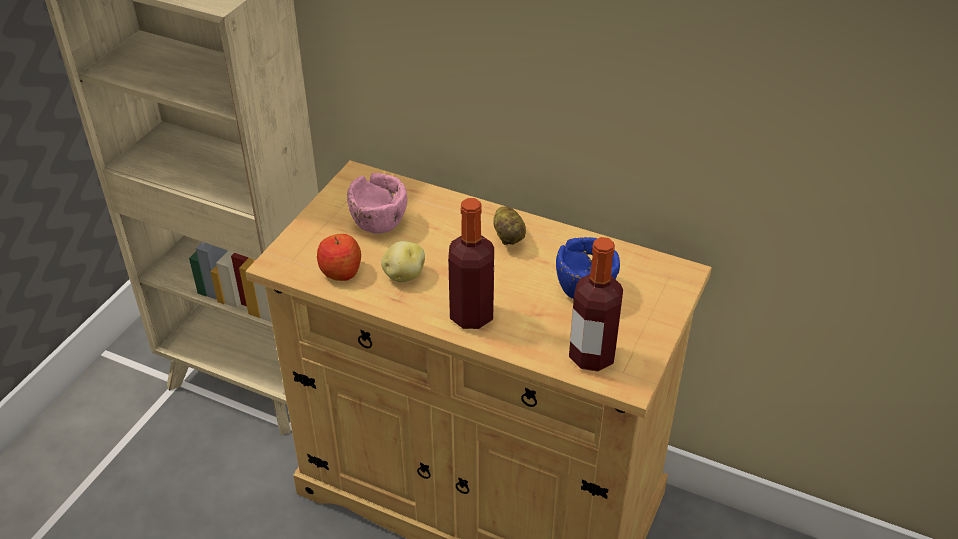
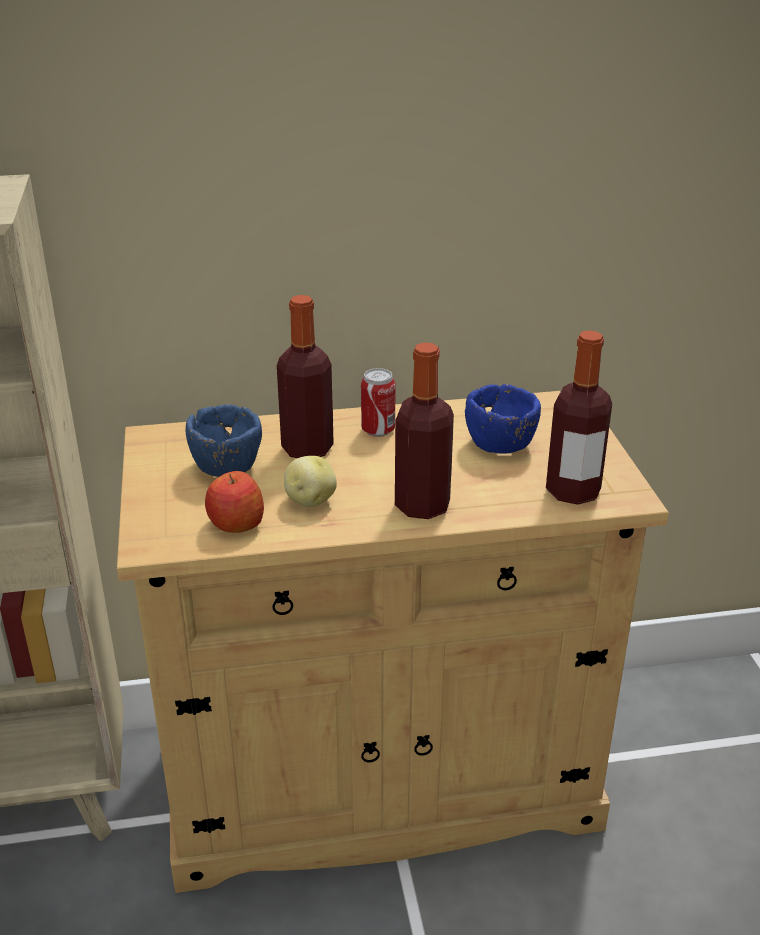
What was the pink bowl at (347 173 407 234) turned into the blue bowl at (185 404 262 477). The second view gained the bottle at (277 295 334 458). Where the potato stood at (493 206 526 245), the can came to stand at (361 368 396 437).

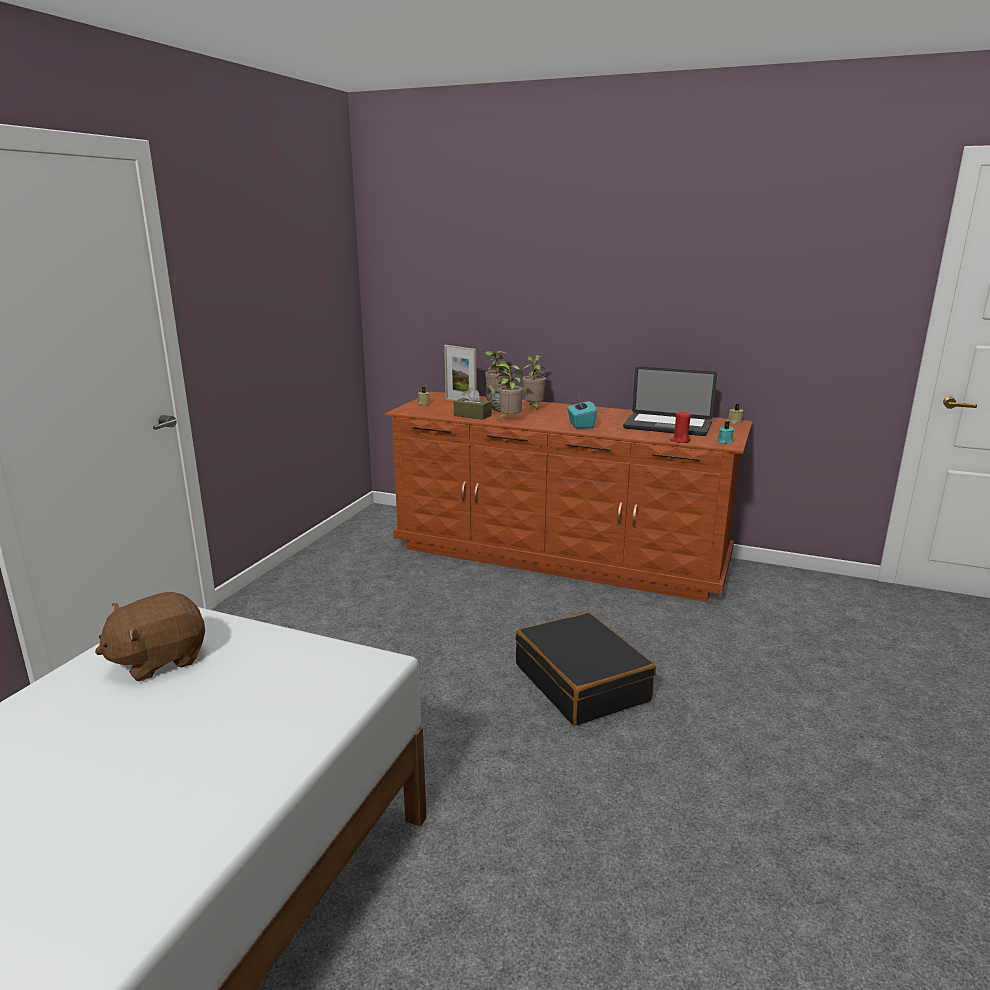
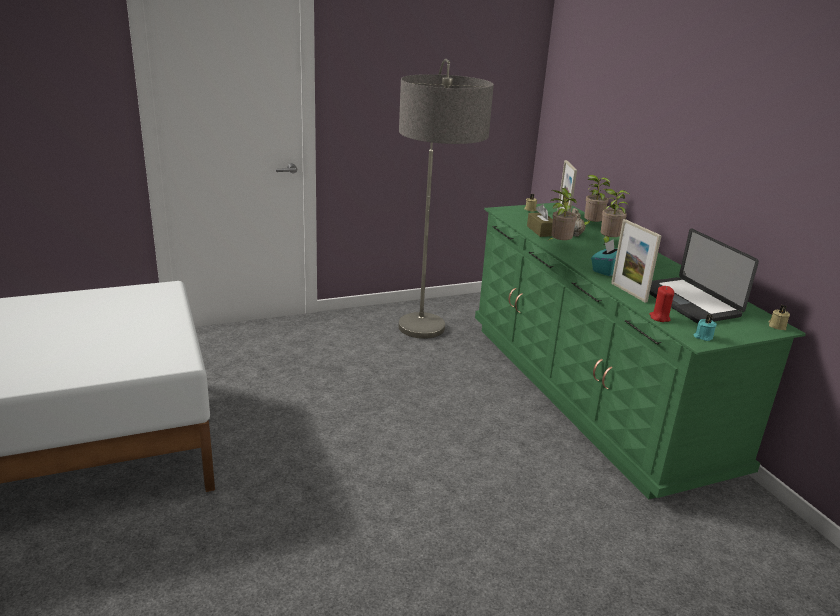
The second view gained the floor lamp at (399 59 494 339). What was the brown dresser at (385 392 753 602) turned into the green dresser at (475 202 806 500). The second view gained the picture frame at (611 219 662 303). The second view lost the brown plush toy at (95 592 205 681). The second view lost the black suitcase at (515 612 656 725).

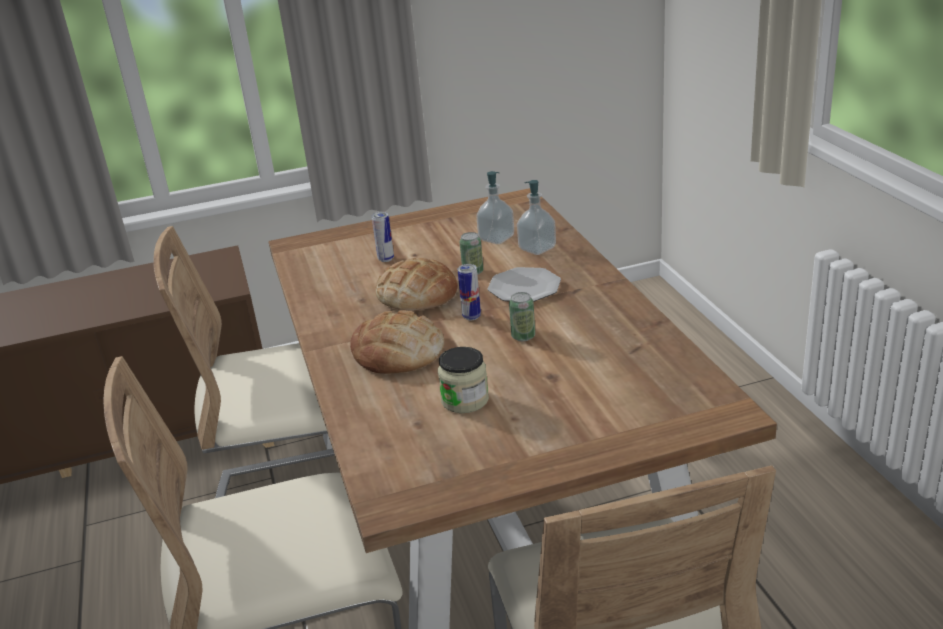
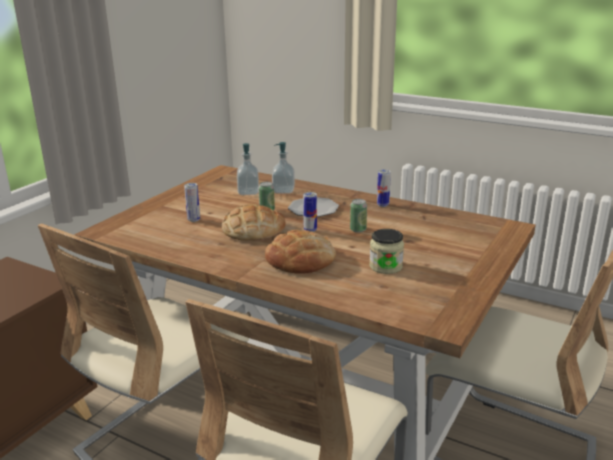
The second view gained the can at (377 169 391 207).

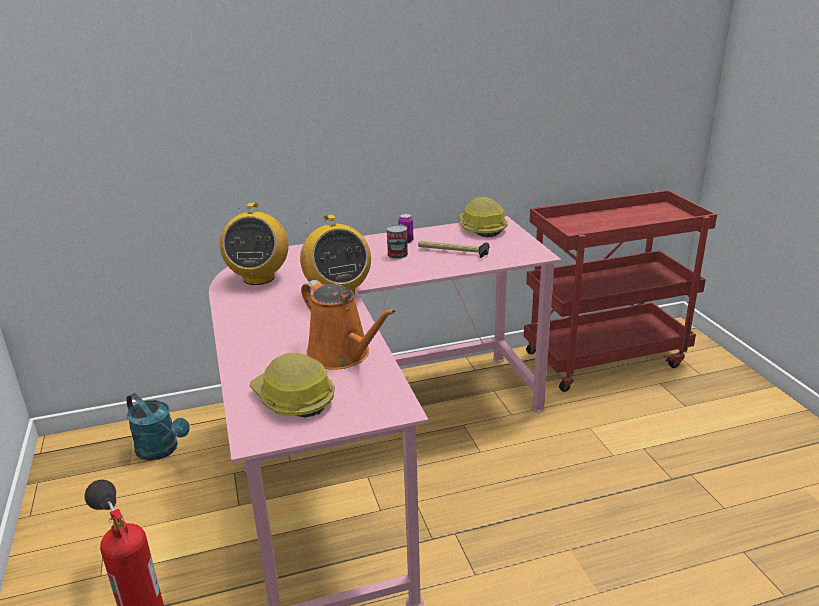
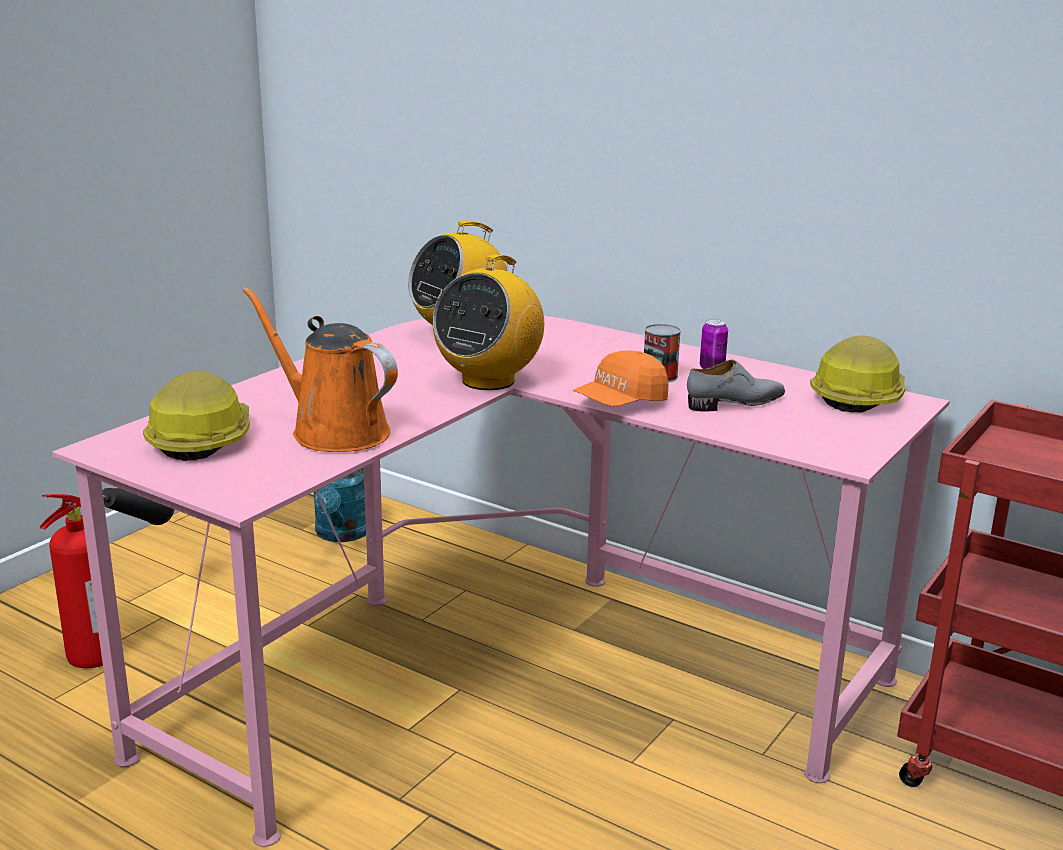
The orange watering can at (301 280 396 370) ended up facing another way, 120 degrees clockwise from before. The second view gained the orange cap at (573 351 669 407). Where the hammer stood at (418 241 490 258), the grey shoe came to stand at (687 360 785 411).

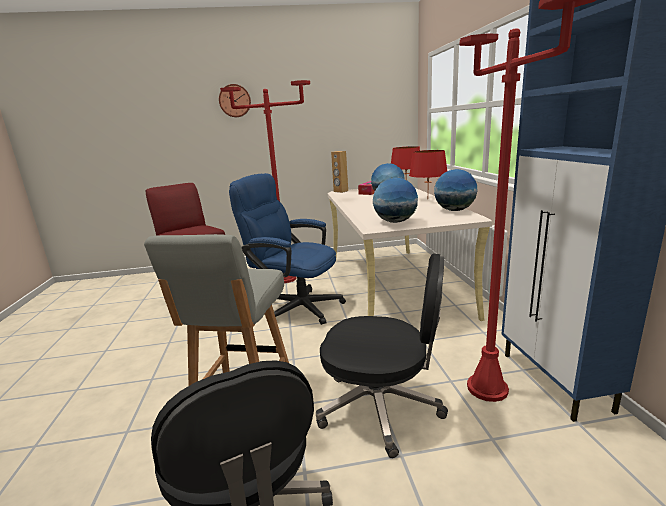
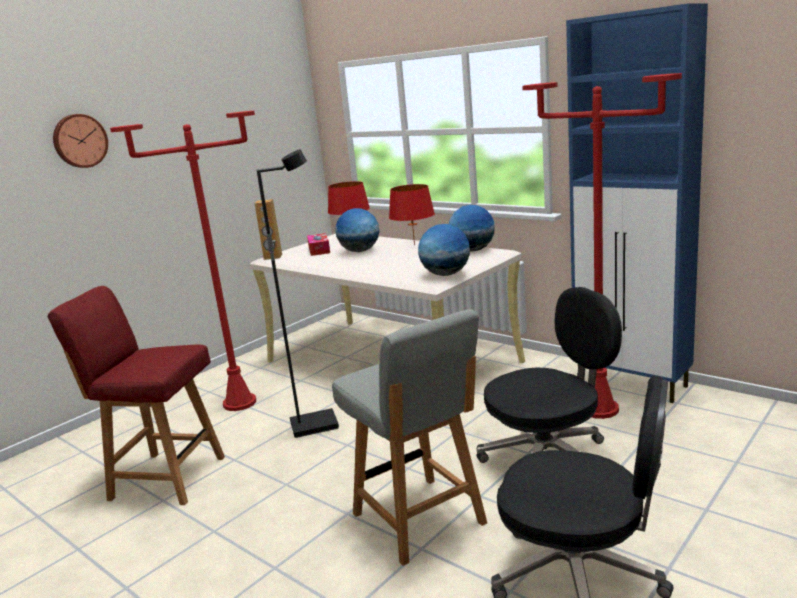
Where the blue office chair stood at (229 173 346 325), the black floor lamp came to stand at (257 149 339 438).

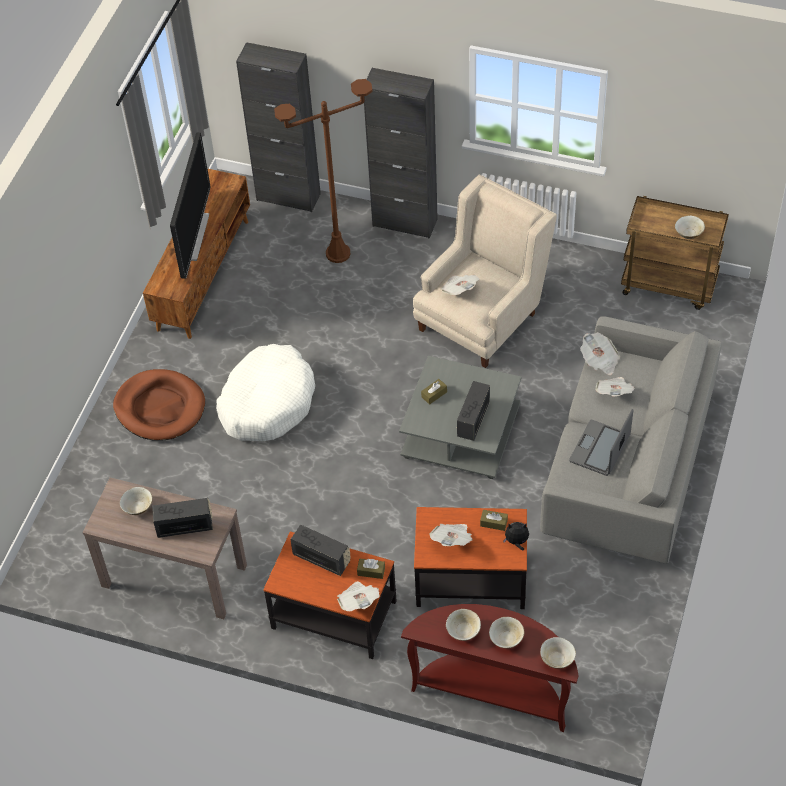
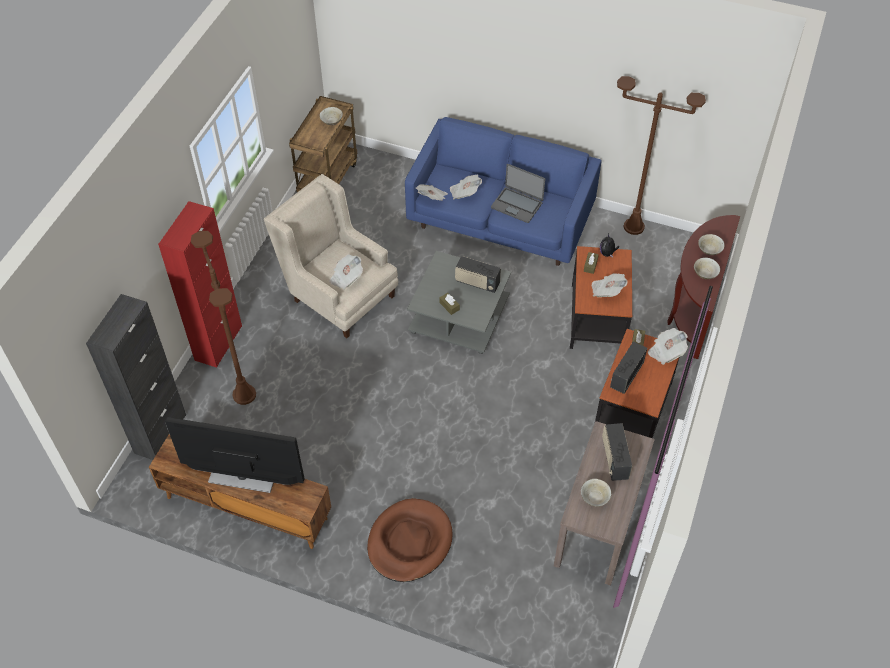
What was the black cabinet at (364 68 438 239) turned into the red cabinet at (158 201 242 368). What was the grey sofa at (540 316 722 564) turned into the blue sofa at (405 117 602 266). The second view gained the brown floor lamp at (617 76 706 235). The second view lost the white dog bed at (216 344 315 441). The second view lost the beige bowl at (540 637 576 669).

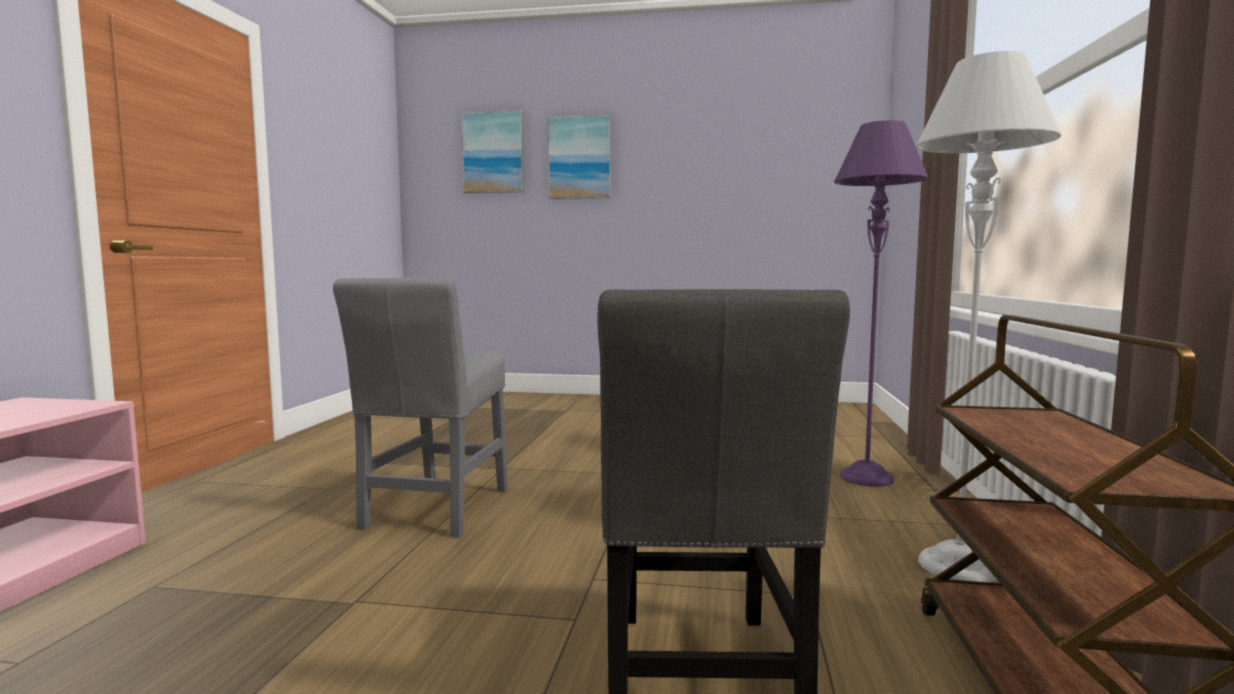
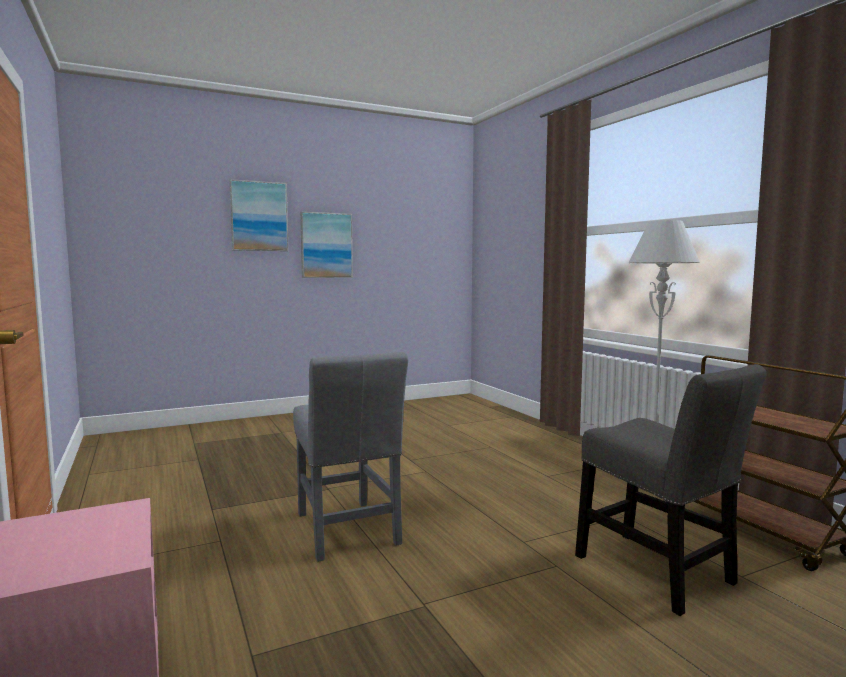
The picture ended up elsewhere, having gone from (461 110 525 193) to (300 212 353 278). The second view lost the purple floor lamp at (834 120 928 487).

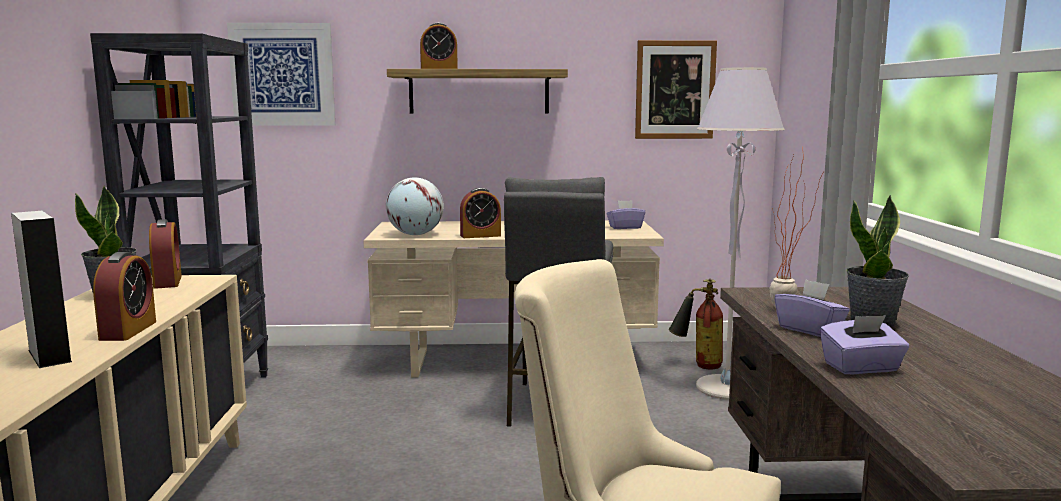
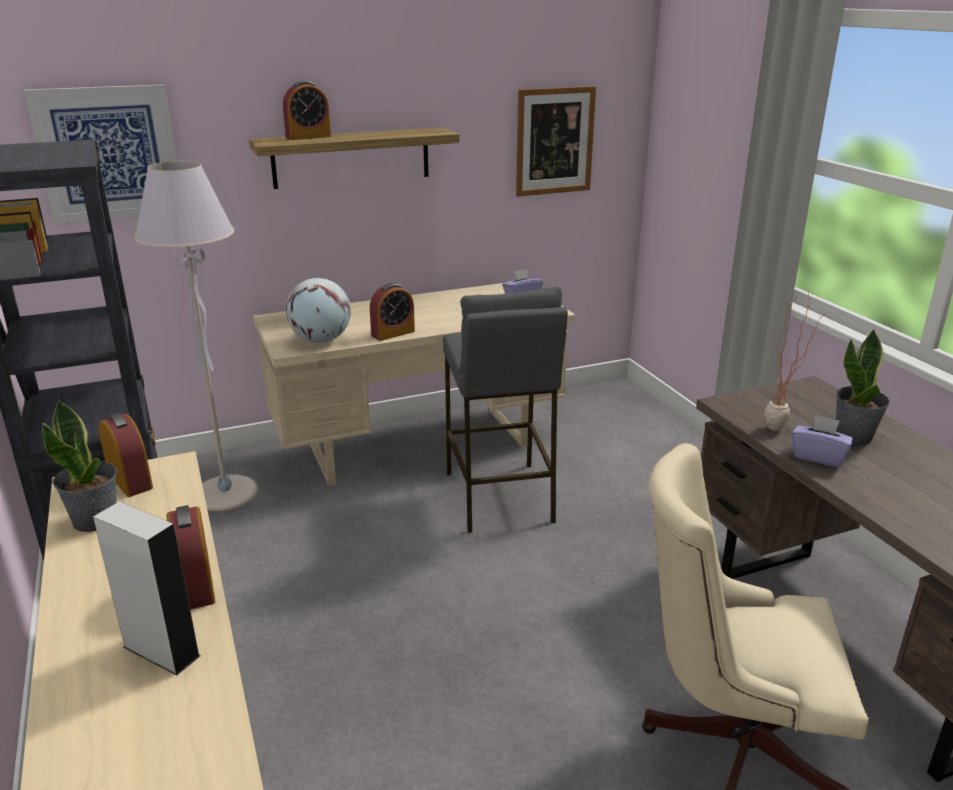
The grey floor lamp ended up elsewhere, having gone from (696 67 785 400) to (134 161 258 511). The second view lost the fire extinguisher at (669 279 723 370). The second view lost the purple tissue box at (820 315 909 374).

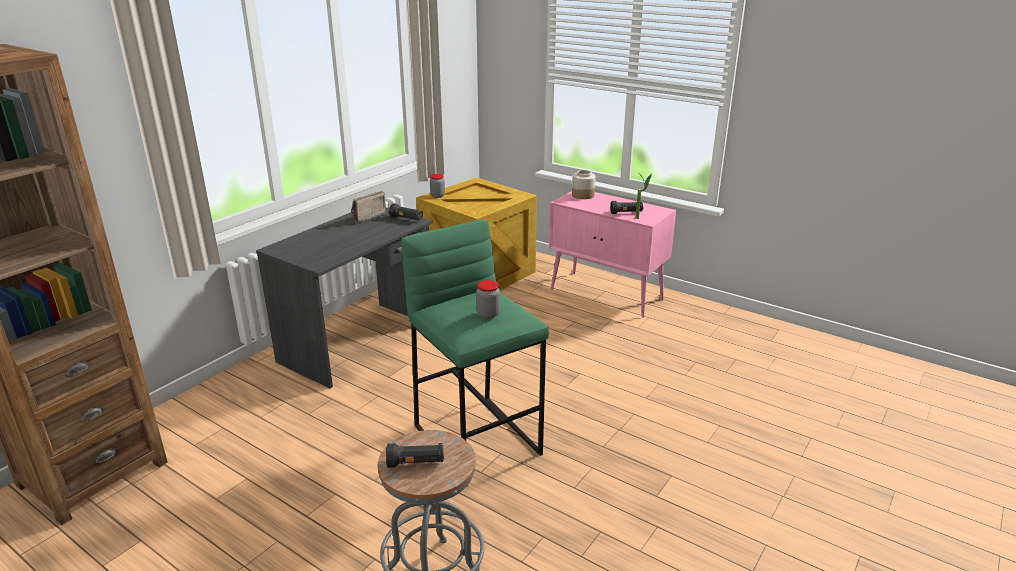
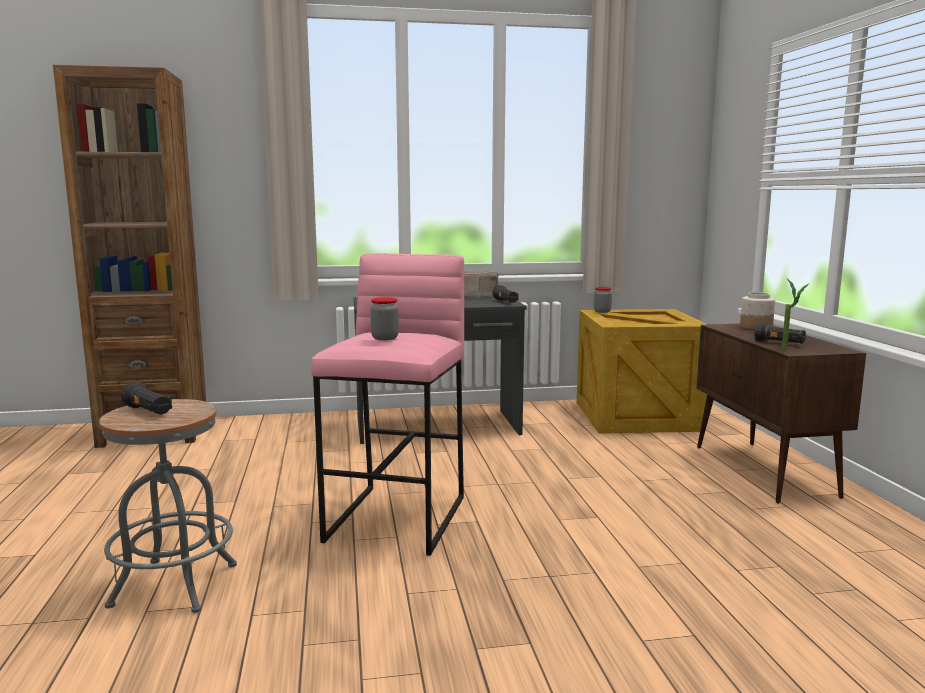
What was the green stool at (401 220 550 487) turned into the pink stool at (311 253 464 556). What was the pink cabinet at (549 191 676 318) turned into the brown cabinet at (697 324 866 504).

